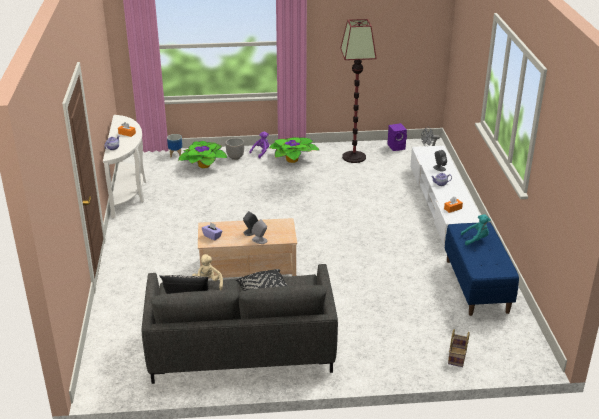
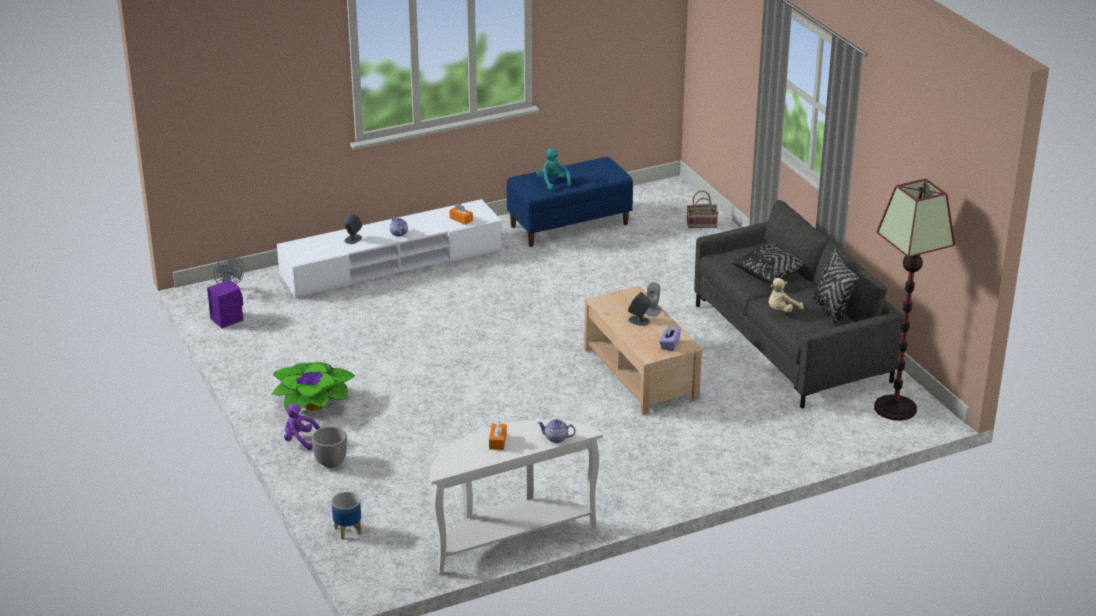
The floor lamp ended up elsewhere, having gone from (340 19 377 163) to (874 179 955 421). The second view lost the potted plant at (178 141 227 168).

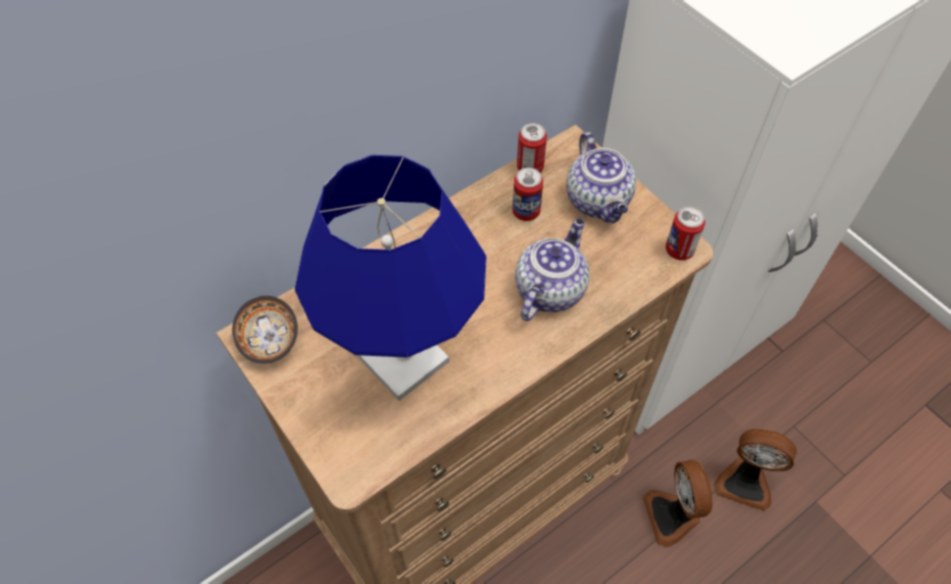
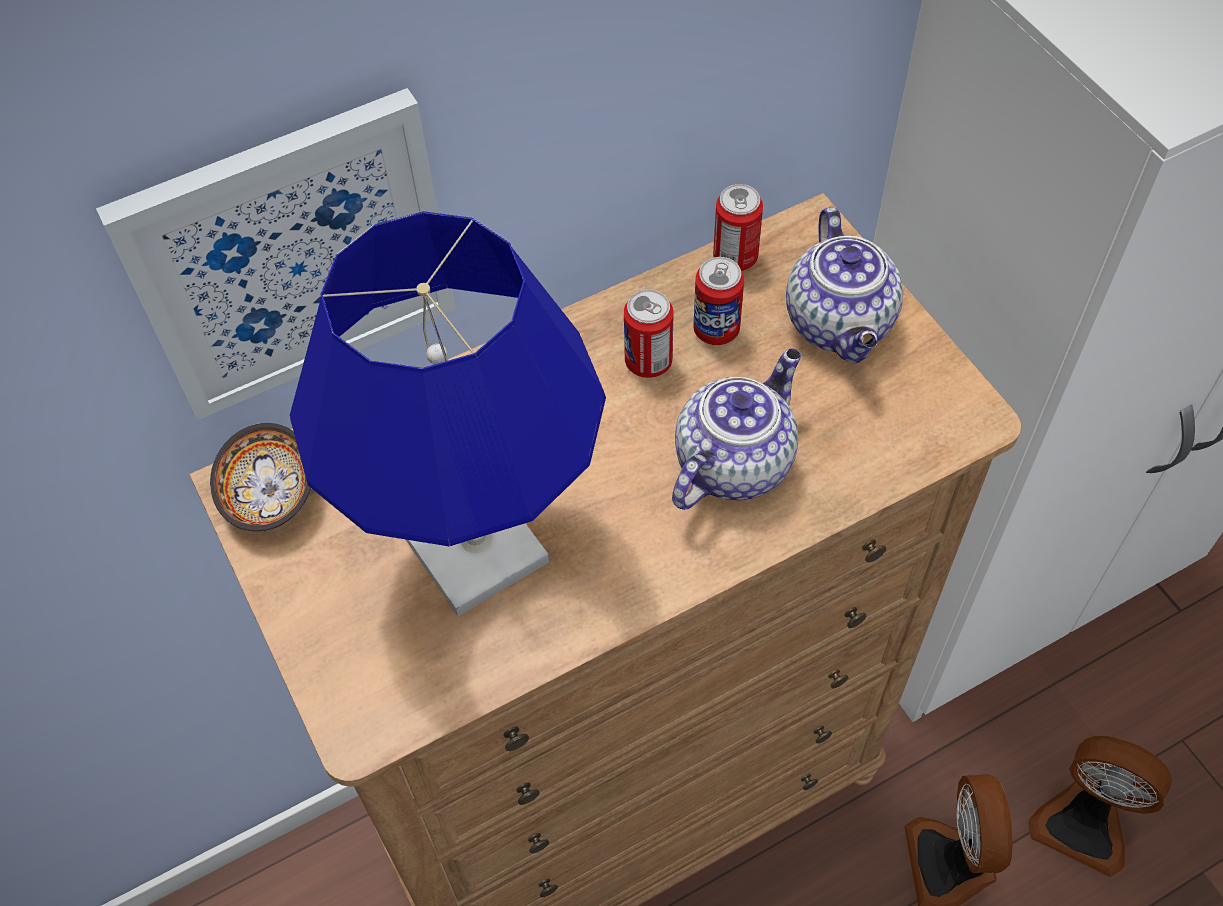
The second view gained the picture at (96 88 456 420). The can ended up elsewhere, having gone from (665 207 705 260) to (624 289 674 378).

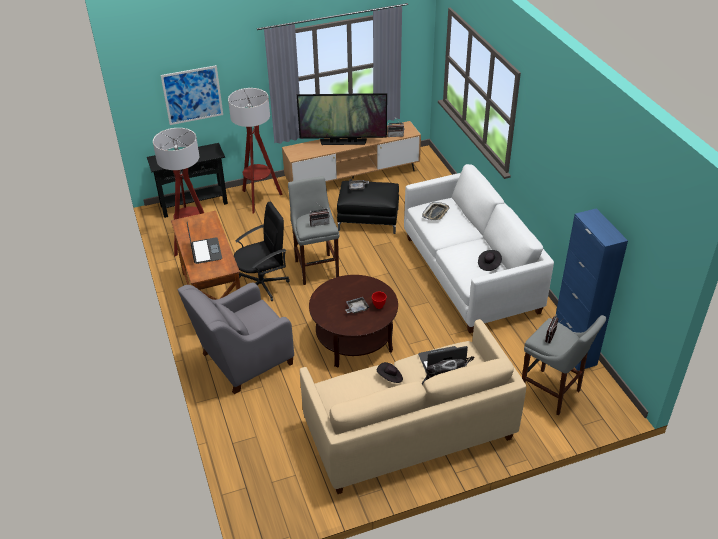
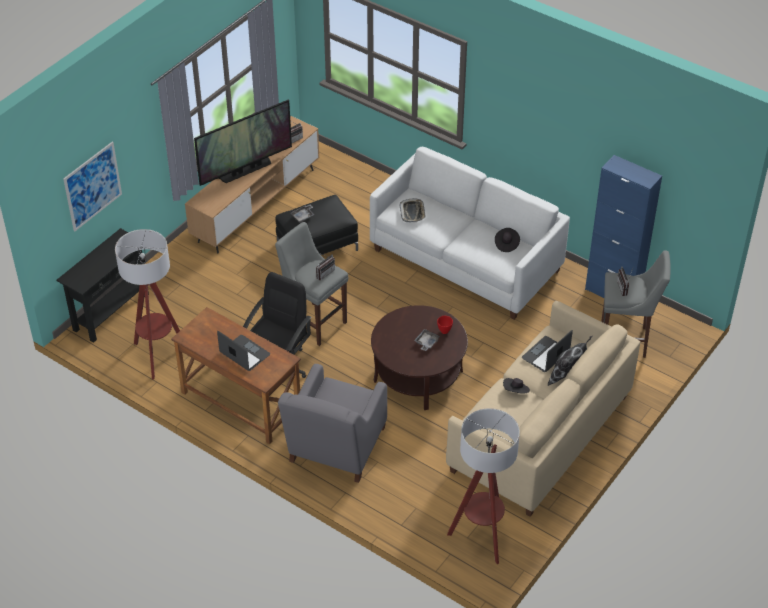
The floor lamp ended up elsewhere, having gone from (228 88 283 214) to (447 408 520 564).

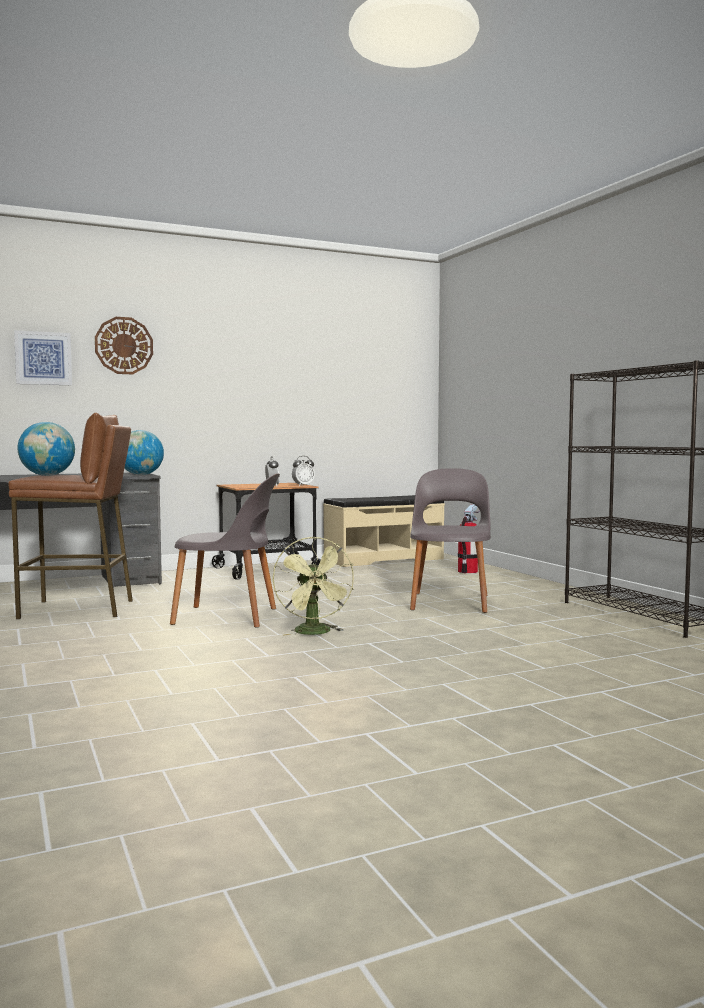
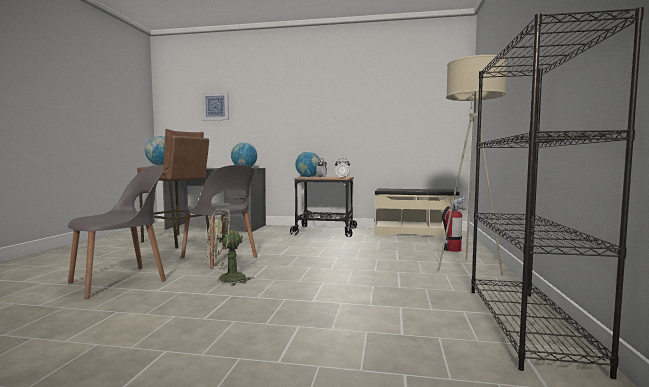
The grey chair ended up elsewhere, having gone from (410 468 491 613) to (68 165 166 299). The green fan at (273 537 354 636) ended up facing another way, 45 degrees clockwise from before. The second view gained the globe at (295 151 320 177). The second view gained the beige floor lamp at (438 55 507 276). The second view lost the wall clock at (95 317 153 374).

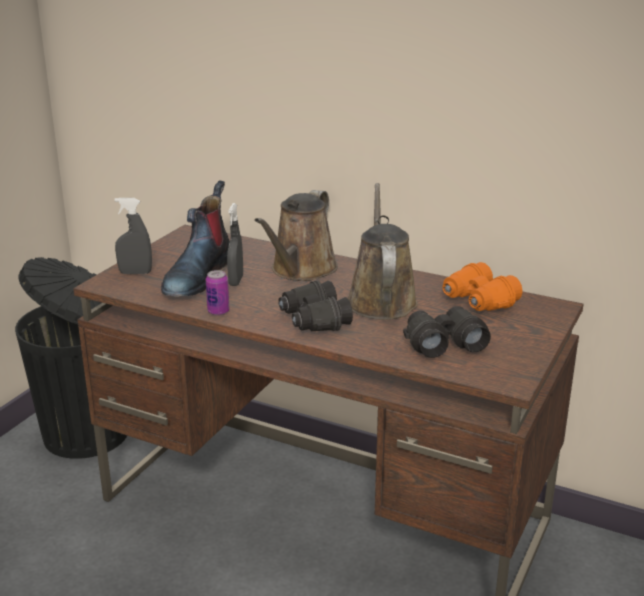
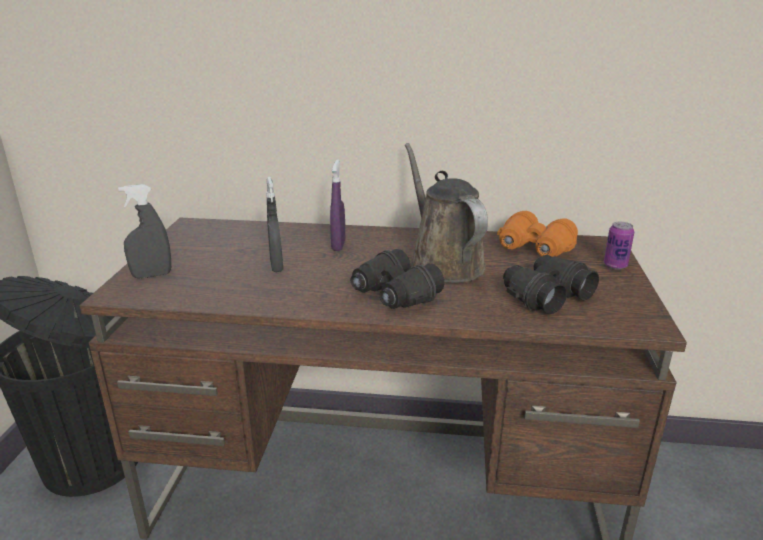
Where the brown watering can stood at (255 190 338 281), the purple spray bottle came to stand at (330 159 345 251). The can ended up elsewhere, having gone from (206 270 229 316) to (604 222 634 270). The second view lost the boot at (161 180 230 297).

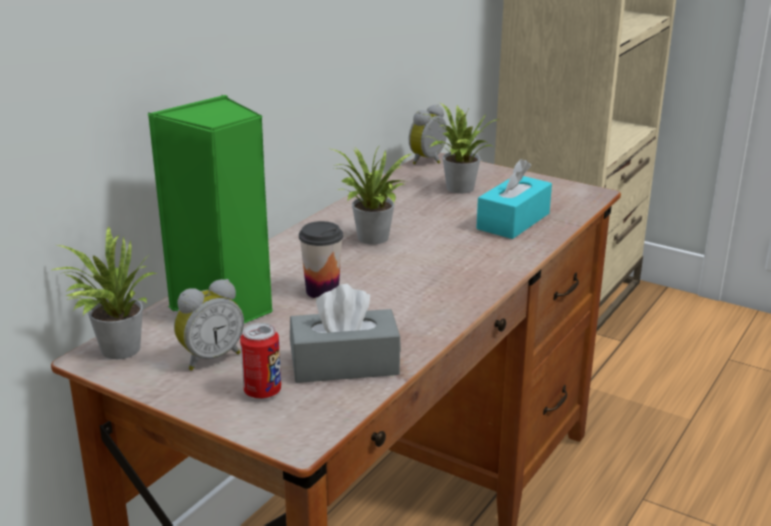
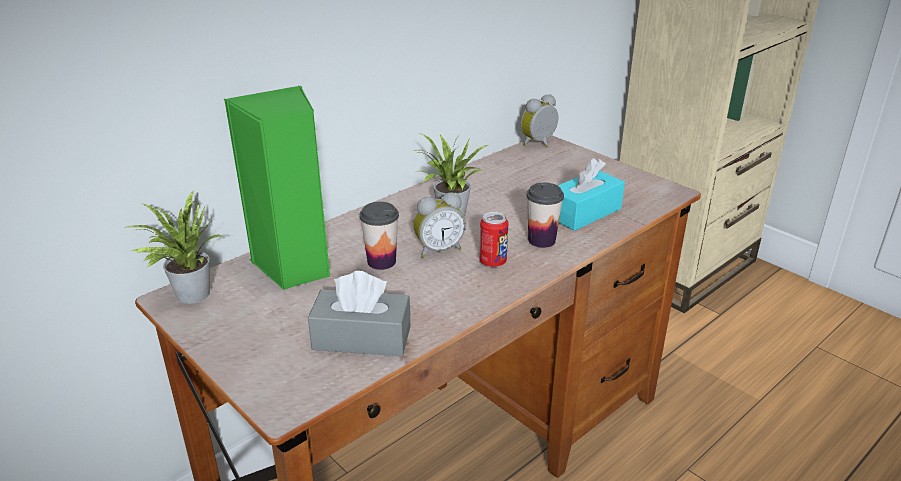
The alarm clock ended up elsewhere, having gone from (174 279 244 370) to (413 192 466 258). The can ended up elsewhere, having gone from (240 323 281 399) to (479 212 508 267). The second view gained the cup at (526 183 564 248). The second view lost the potted plant at (426 103 499 194).

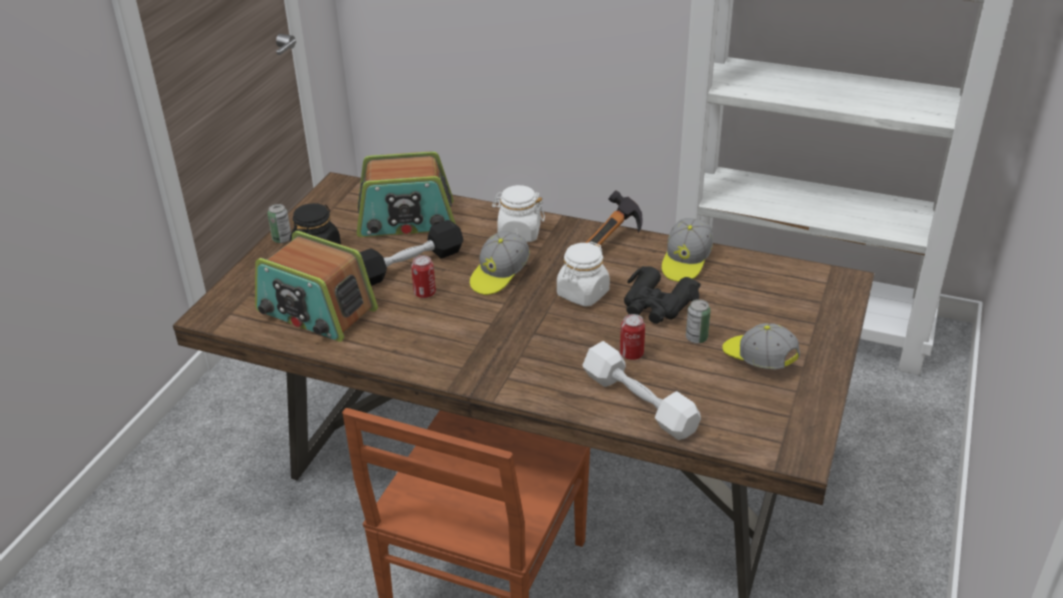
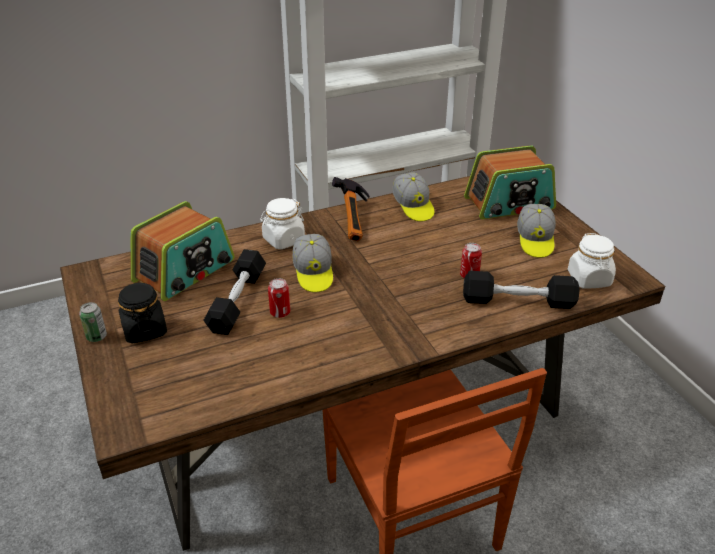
What was the white dumbbell at (582 341 701 440) turned into the black dumbbell at (463 271 580 309). The radio ended up elsewhere, having gone from (255 231 378 342) to (464 145 556 219). The cap at (722 323 800 369) ended up facing another way, 90 degrees counterclockwise from before. The white jar ended up elsewhere, having gone from (557 242 610 307) to (568 233 616 288). The second view lost the black binoculars at (624 266 701 324). The second view lost the can at (686 299 711 343).

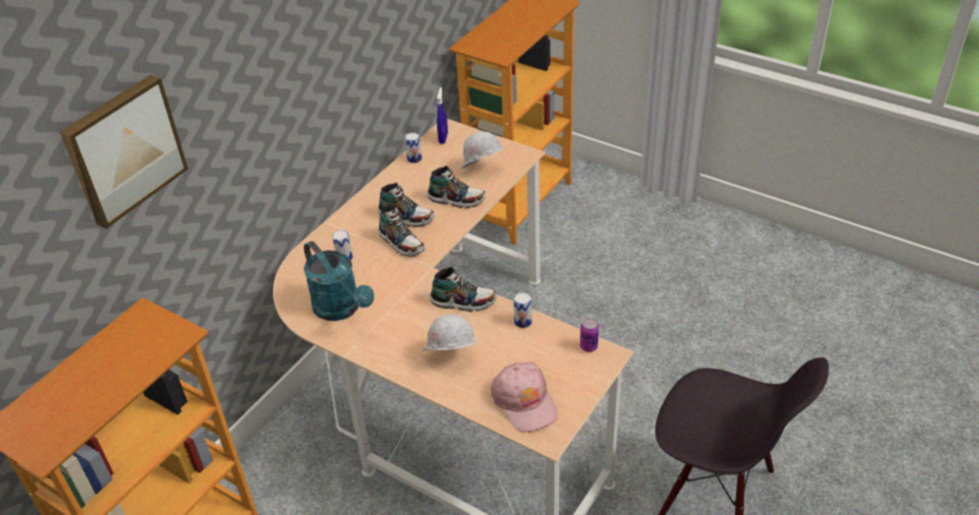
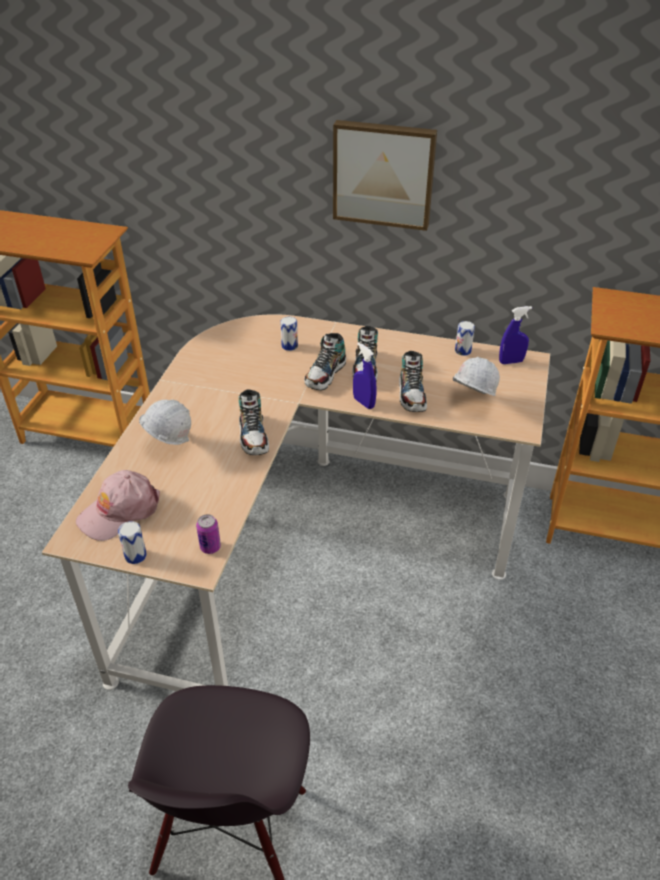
The can ended up elsewhere, having gone from (513 293 532 328) to (118 521 147 564). The picture ended up elsewhere, having gone from (60 75 188 229) to (333 120 437 231). The second view gained the blue spray bottle at (353 342 376 409). The second view lost the turquoise watering can at (304 241 374 321).

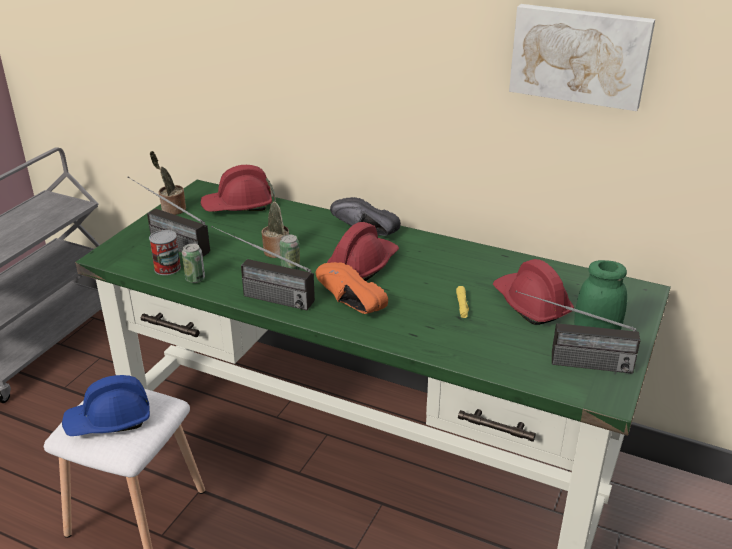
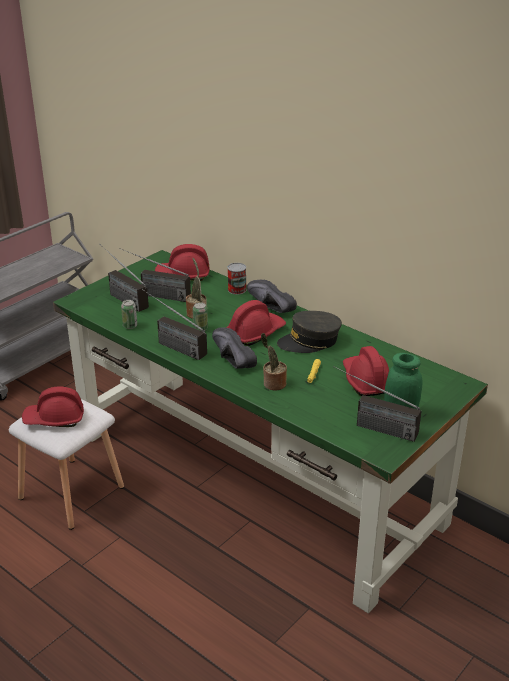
What was the blue hard hat at (62 375 150 436) turned into the red hard hat at (22 387 84 427). The second view gained the radio at (119 248 191 302). What was the orange shoe at (316 262 388 314) turned into the black shoe at (212 327 257 369). The can ended up elsewhere, having gone from (149 230 181 275) to (227 263 246 295). The potted plant ended up elsewhere, having gone from (150 151 186 215) to (261 333 287 391). The second view gained the grey cap at (277 311 342 353). The second view lost the picture at (509 4 655 111).

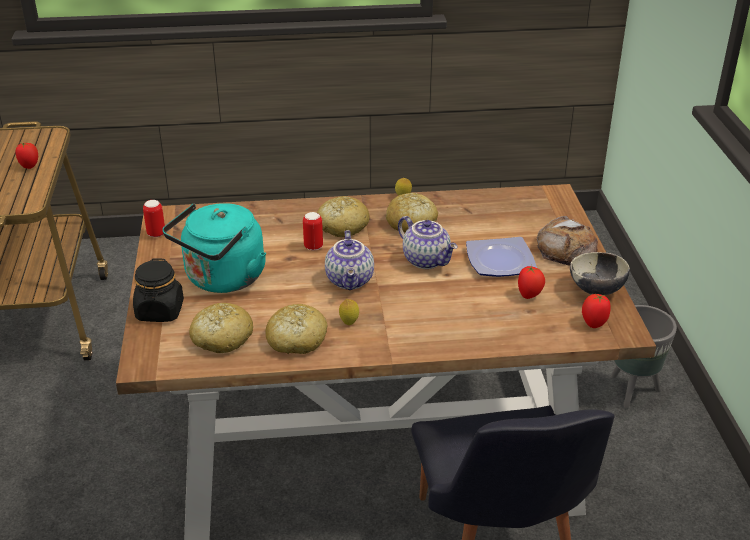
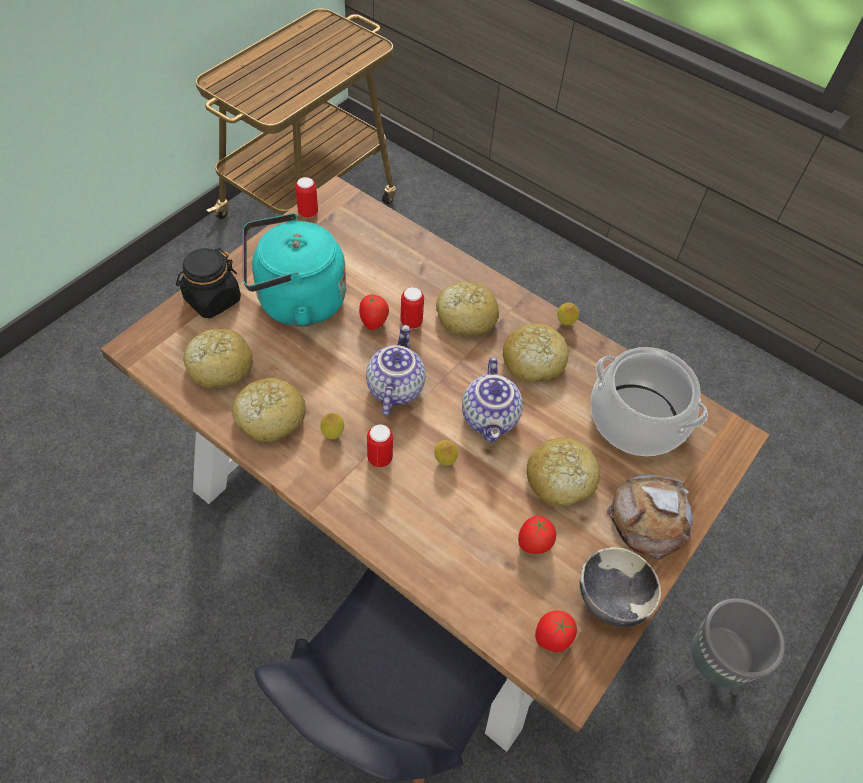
The tomato ended up elsewhere, having gone from (16 143 38 169) to (359 293 389 330). The teapot at (325 230 374 290) ended up facing another way, 150 degrees clockwise from before. The second view gained the can at (367 424 393 468). The second view gained the lemon at (434 440 458 466). Where the plate stood at (466 237 537 277), the bread came to stand at (527 437 600 507). The second view gained the cooking pot at (591 347 708 456).

